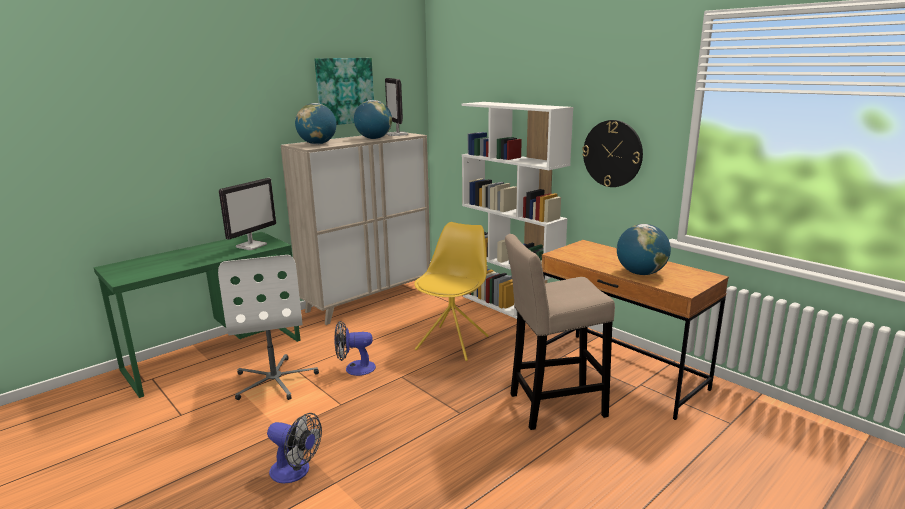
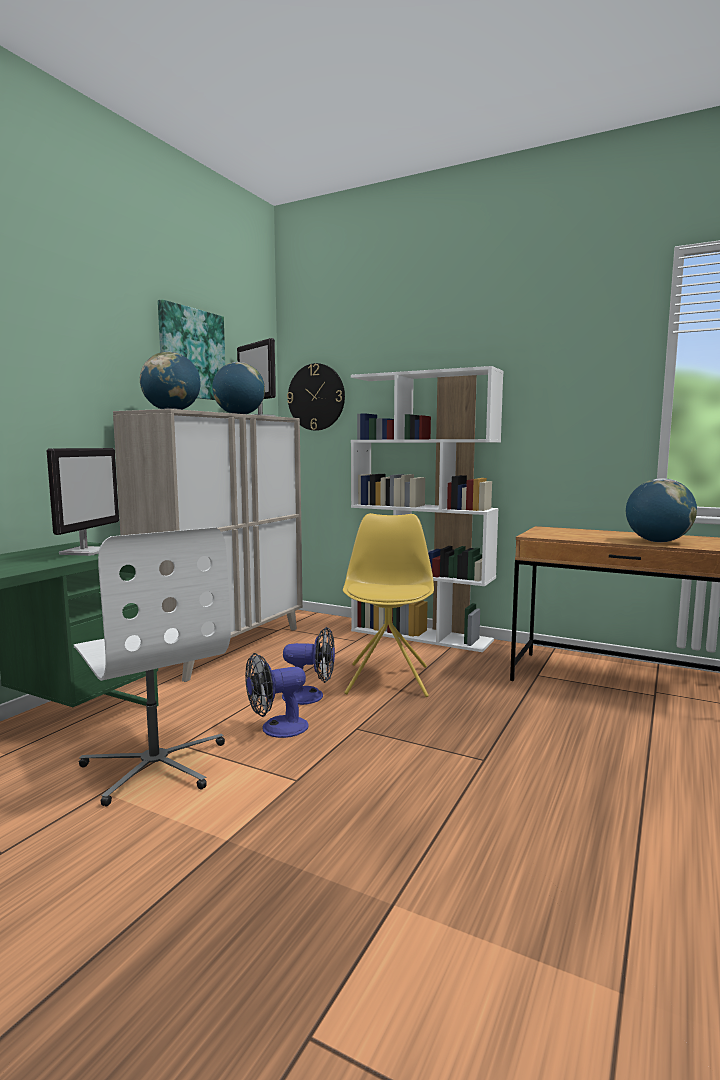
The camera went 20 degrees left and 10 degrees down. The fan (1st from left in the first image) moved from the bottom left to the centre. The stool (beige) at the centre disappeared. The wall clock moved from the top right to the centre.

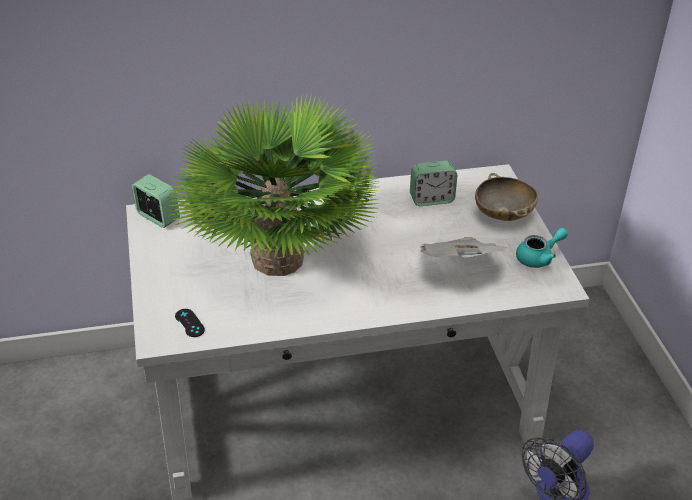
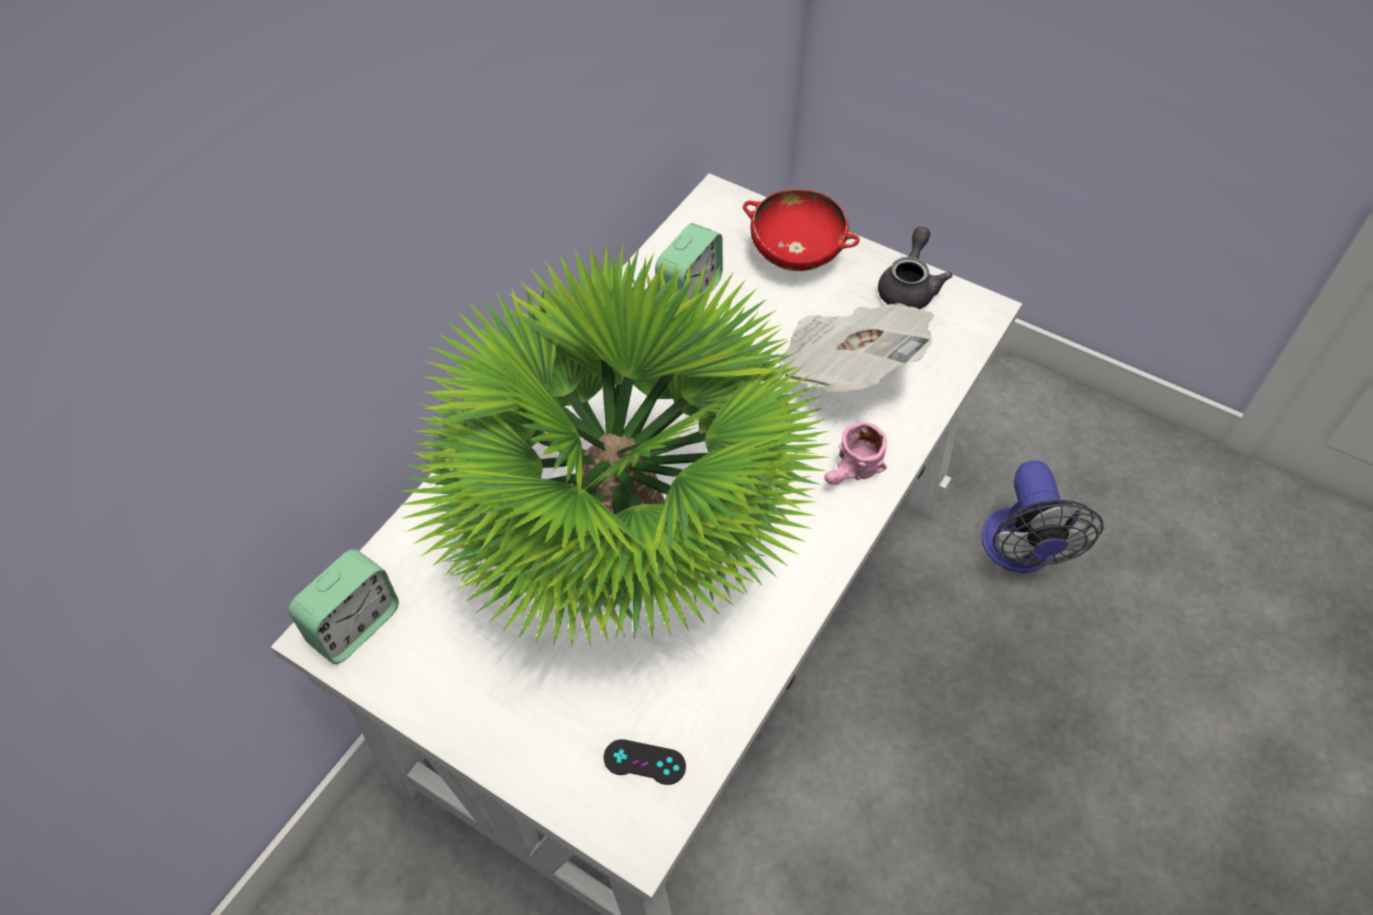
The camera went 45 degrees left and 15 degrees up. The alarm clock (1st from left) at the middle left turned 135 degrees clockwise. The bowl (beige) at the middle right became the bowl (red) at the top centre. The teapot (turquoise) at the middle right became the teapot (grey) at the top centre. The mug (pink) at the centre appeared.

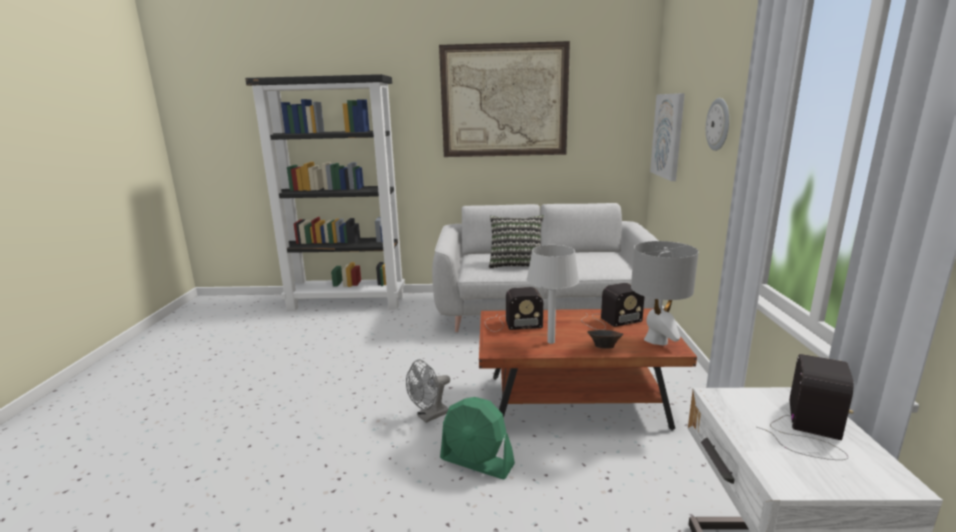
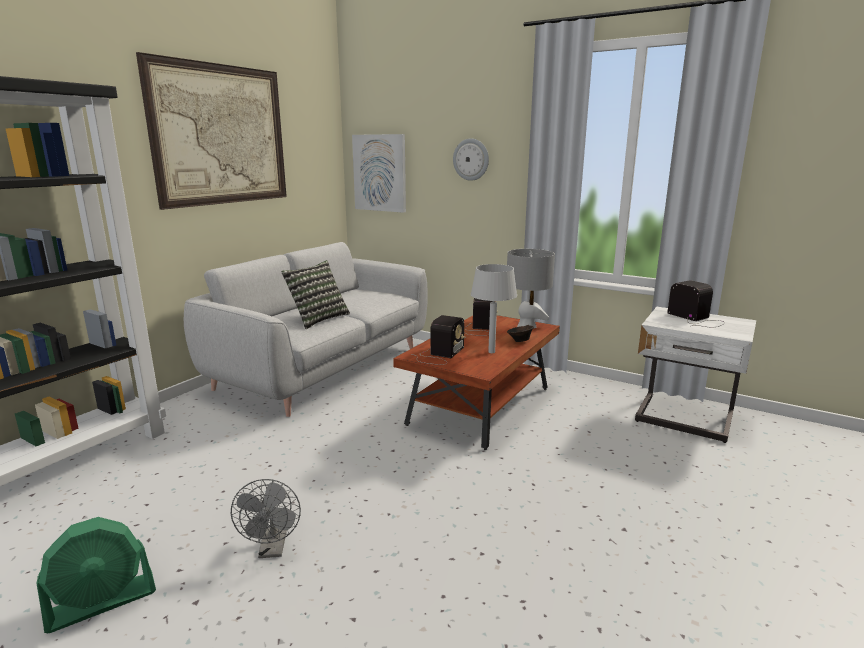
The camera went 60 degrees left and 0 degrees up. The fan (grey) moved from the bottom centre to the bottom left. The fan (green) moved from the bottom centre to the bottom left.

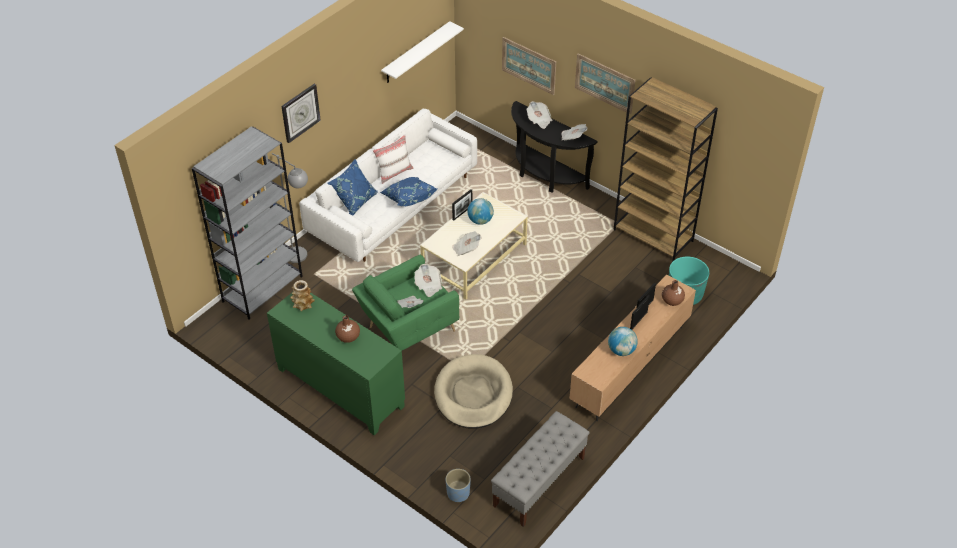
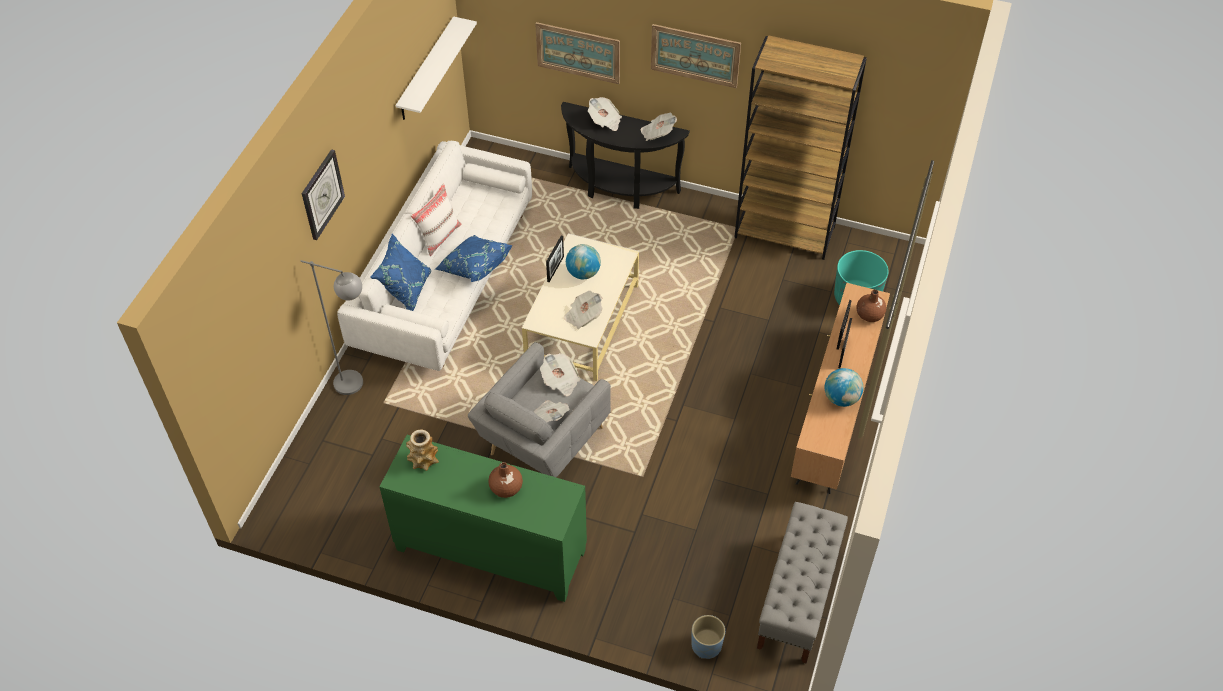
The camera went 20 degrees left and 5 degrees up. The bookcase (grey) at the middle left disappeared. The armchair (green) at the centre became the armchair (grey) at the centre. The dog bed (beige) at the bottom centre disappeared.

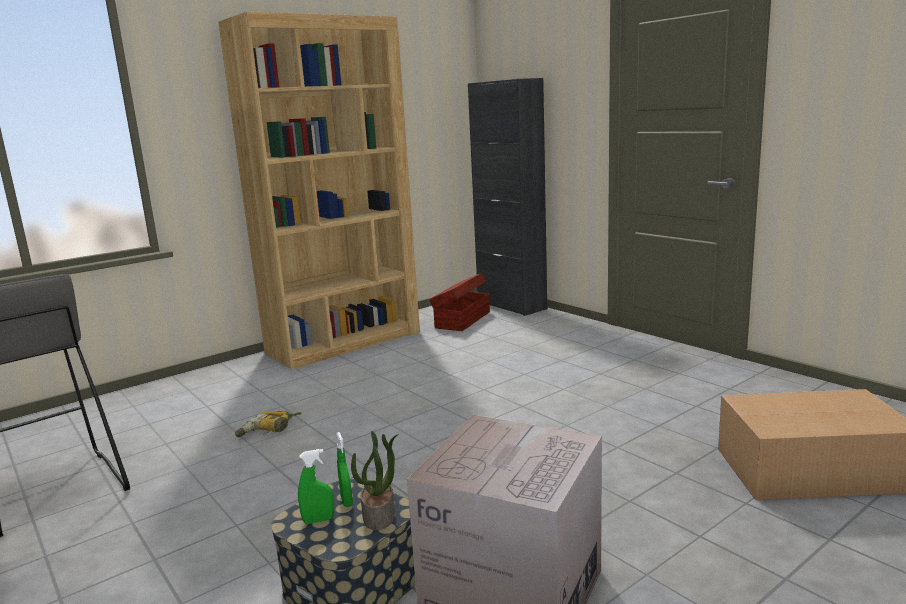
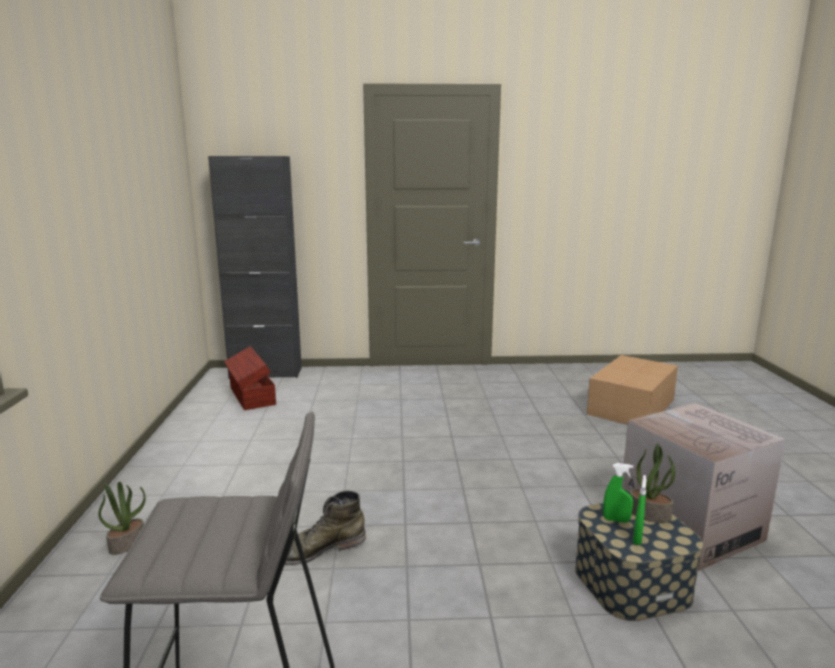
The camera went 55 degrees left and 0 degrees up. The bookcase (brown) at the top centre disappeared. The power drill at the bottom left was replaced by the boot (green) at the bottom centre. The potted plant (1st from left) at the bottom left appeared.

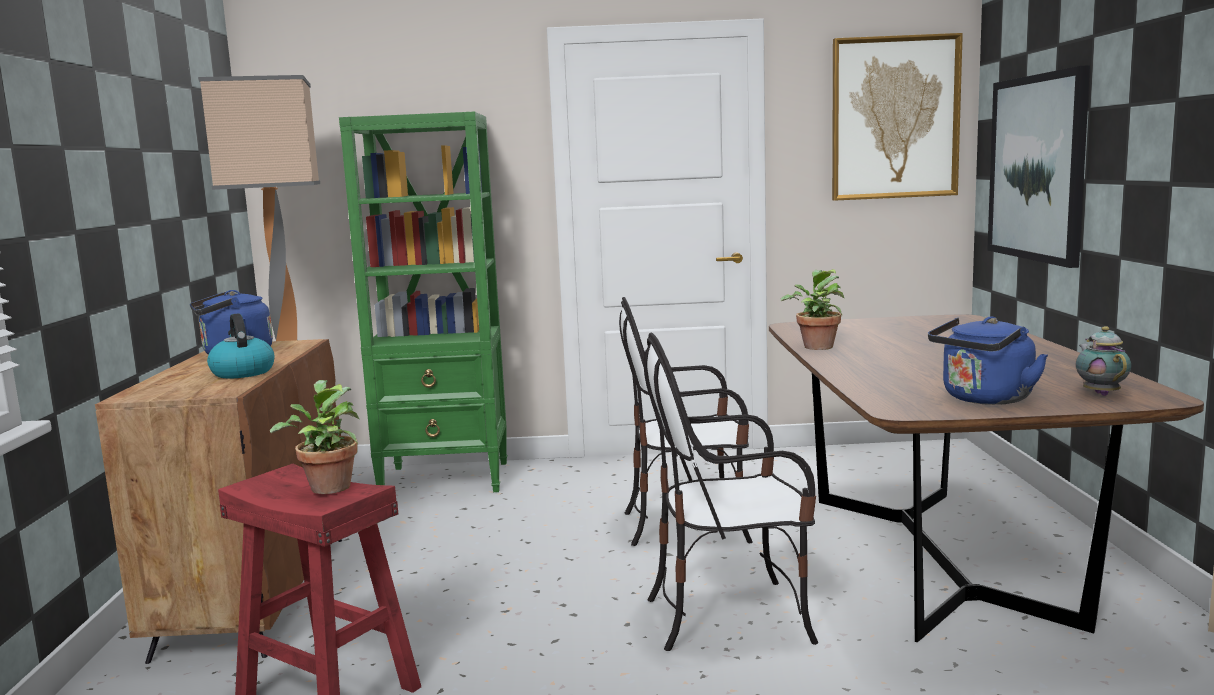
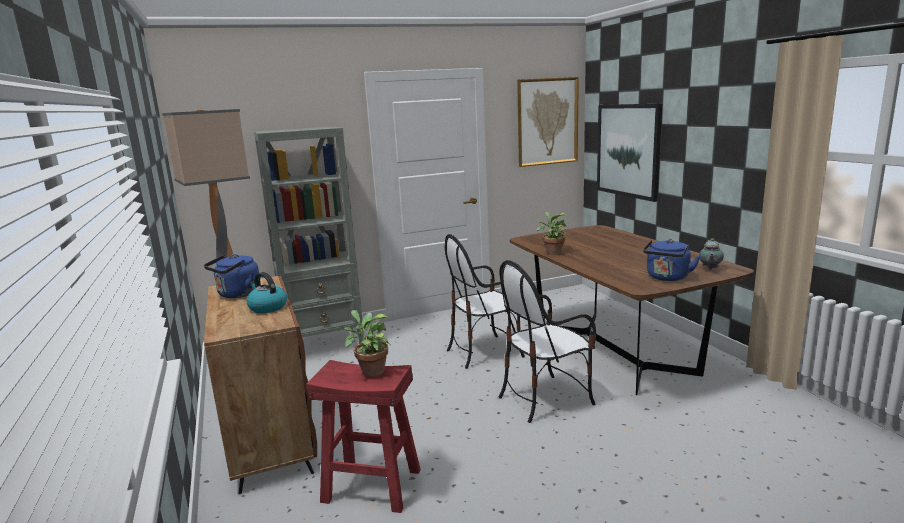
The camera went 20 degrees left and 5 degrees up. The bookcase (green) at the centre became the bookcase (grey) at the centre. The teapot at the middle right turned 135 degrees counterclockwise.

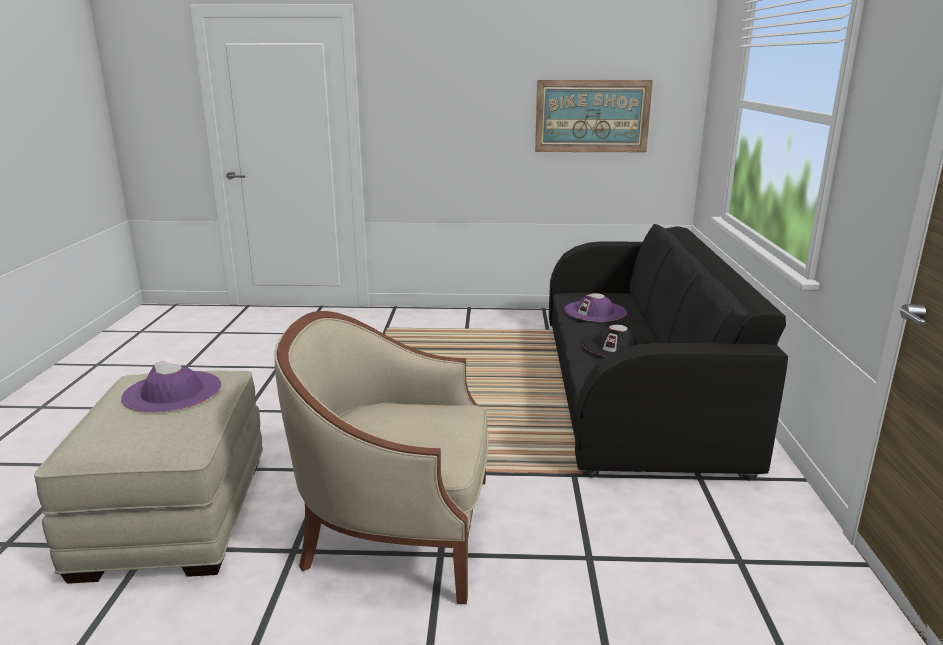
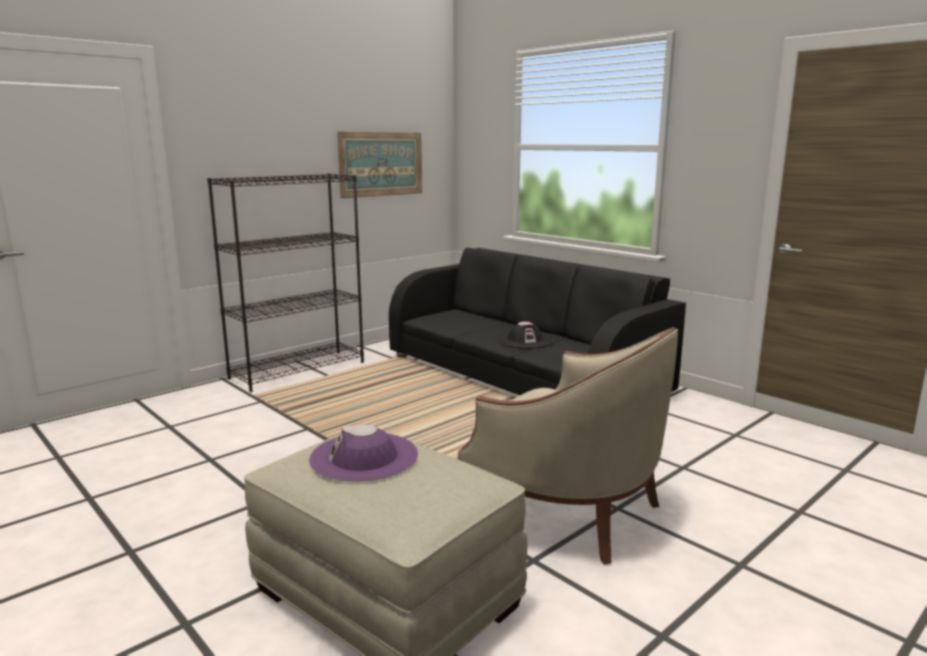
The camera went 45 degrees left and 5 degrees down. The armchair (beige) at the bottom centre turned 105 degrees counterclockwise. The hat (purple) (2nd from left) at the centre disappeared. The bookcase (black) at the middle left appeared.

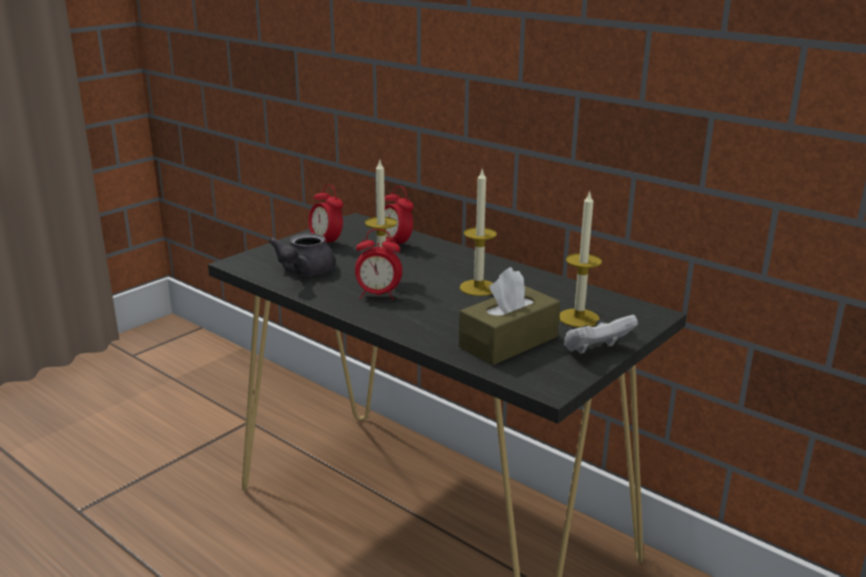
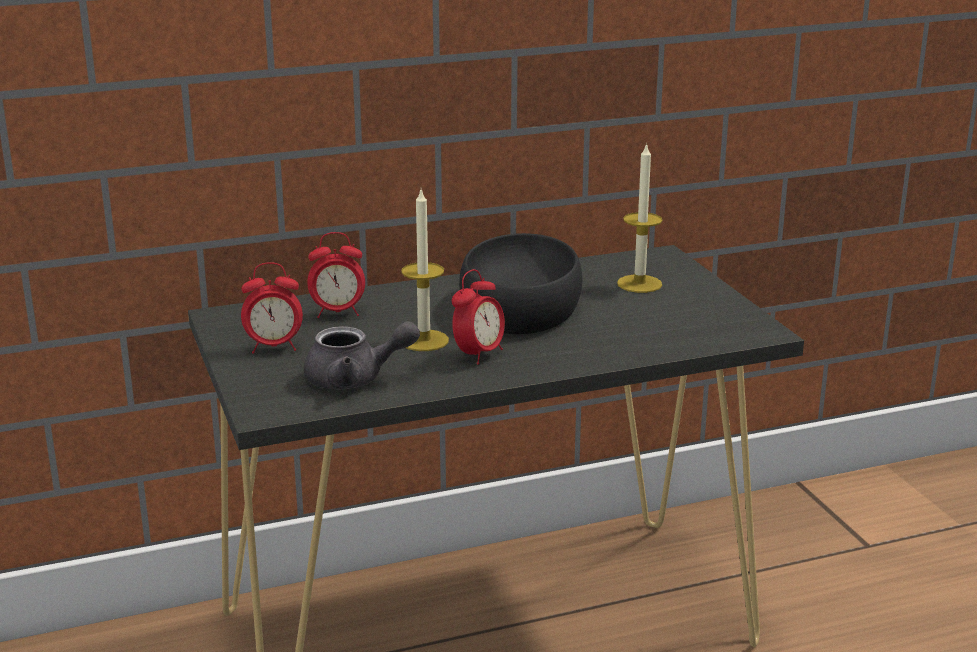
The camera went 60 degrees left and 0 degrees up. The teapot (grey) at the centre turned 45 degrees counterclockwise. The candle (2nd from left) at the centre was replaced by the bowl (black) at the centre. The tissue box (brown) at the centre disappeared. The game controller (white) at the middle right disappeared.

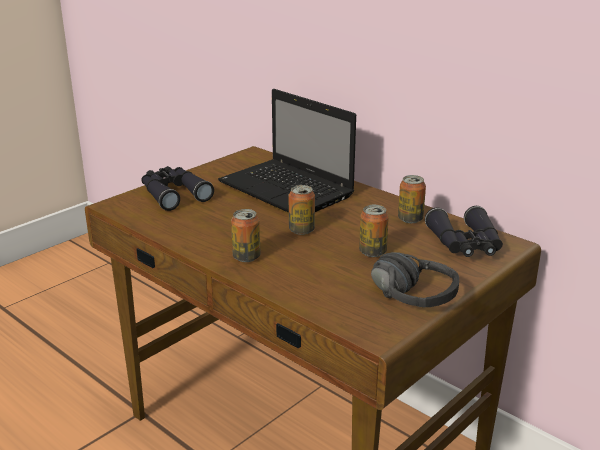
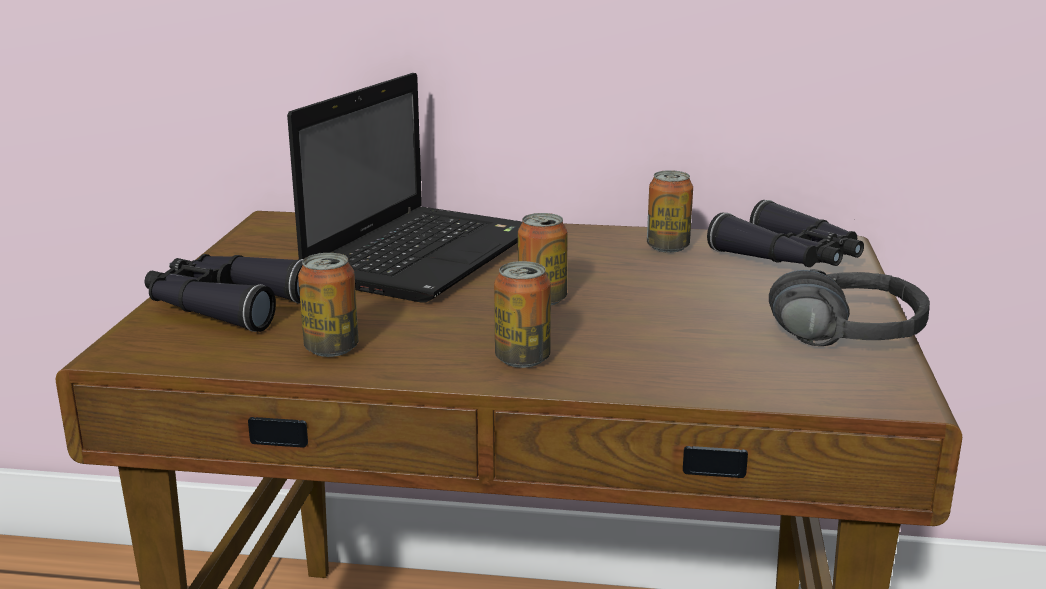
The camera went 35 degrees left and 5 degrees down. The laptop at the centre turned 75 degrees counterclockwise. The can (3rd from left in the first image) moved from the centre to the middle left.

